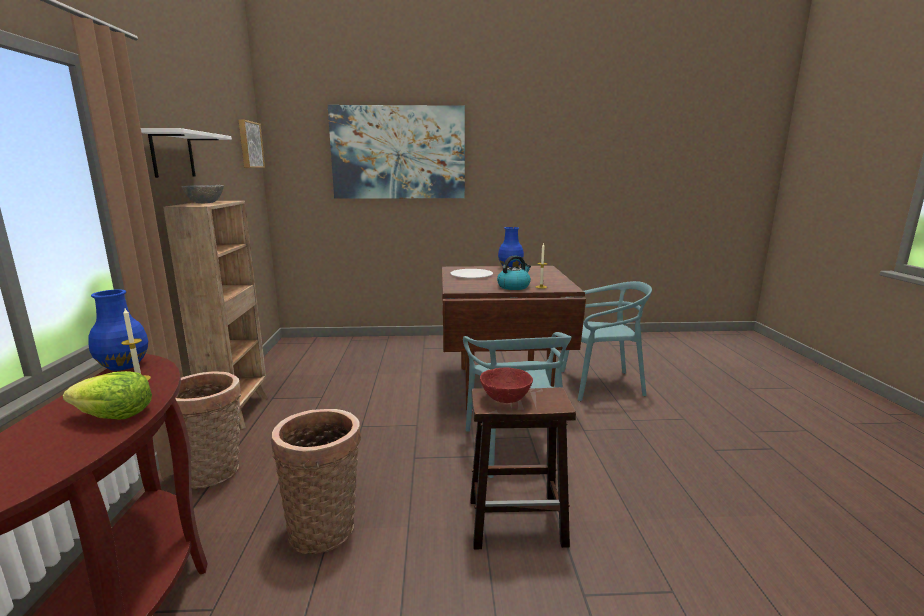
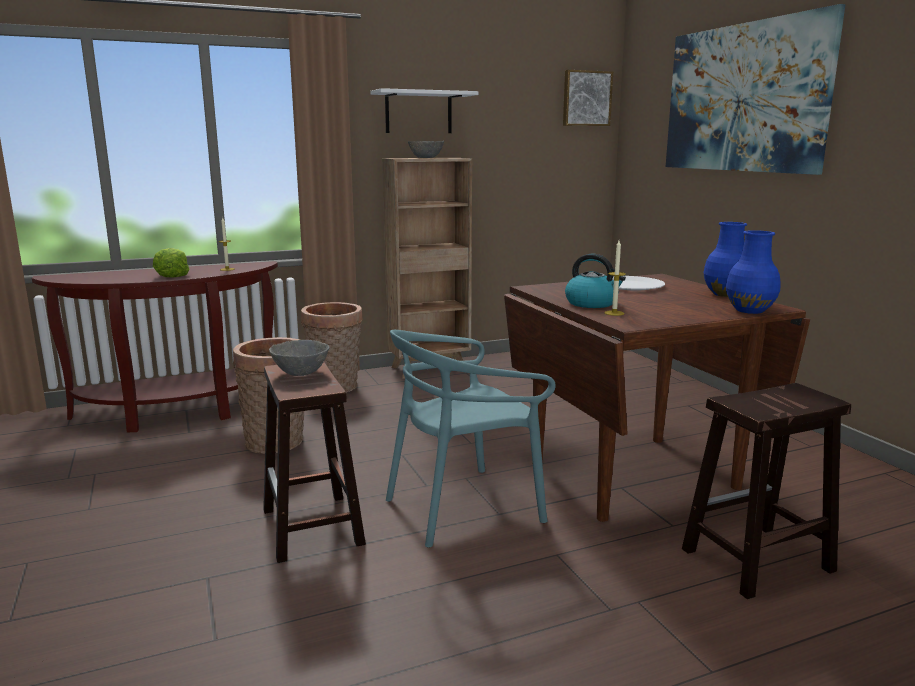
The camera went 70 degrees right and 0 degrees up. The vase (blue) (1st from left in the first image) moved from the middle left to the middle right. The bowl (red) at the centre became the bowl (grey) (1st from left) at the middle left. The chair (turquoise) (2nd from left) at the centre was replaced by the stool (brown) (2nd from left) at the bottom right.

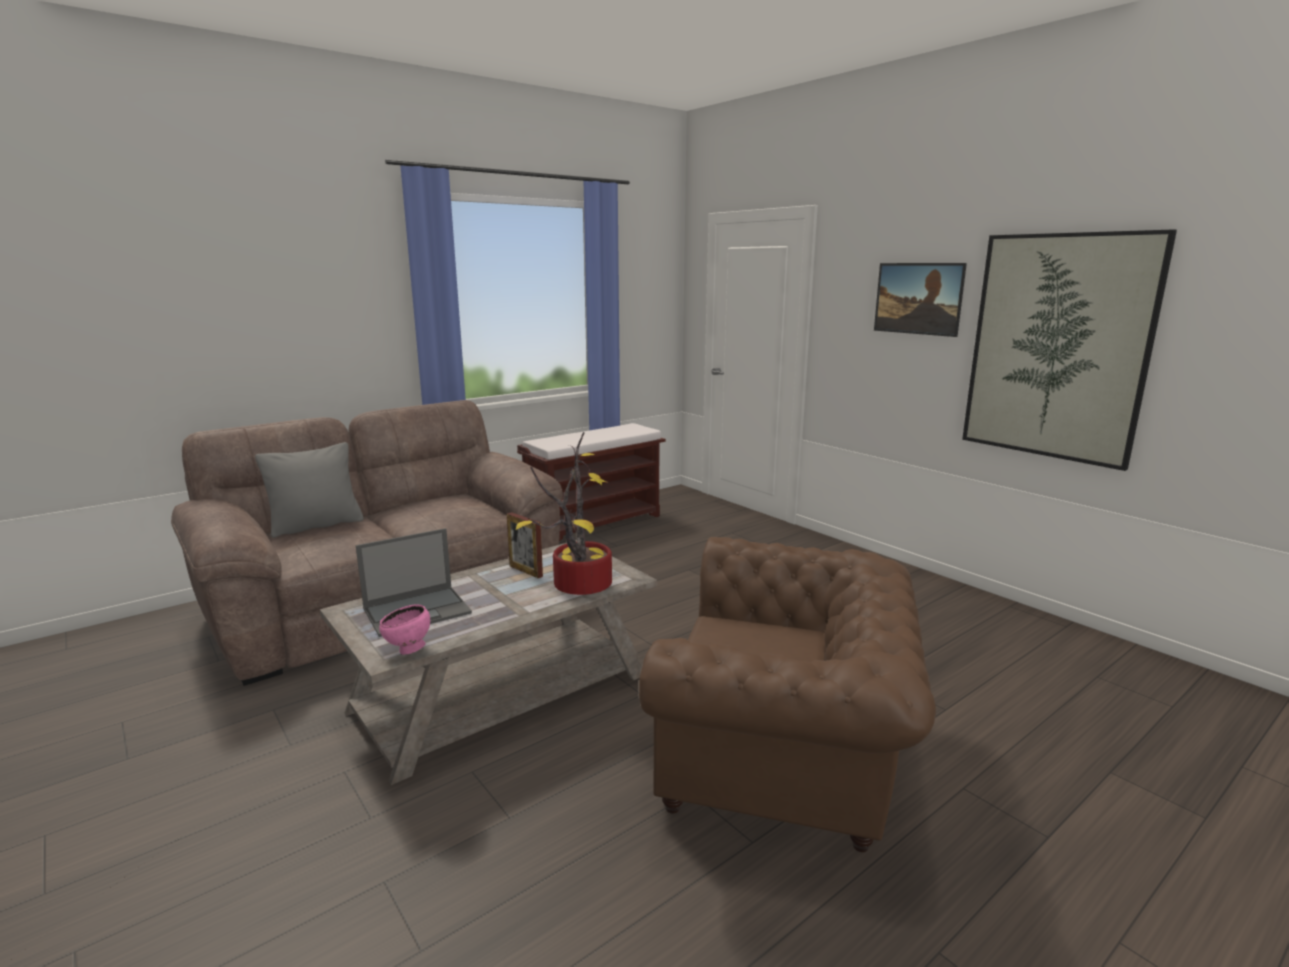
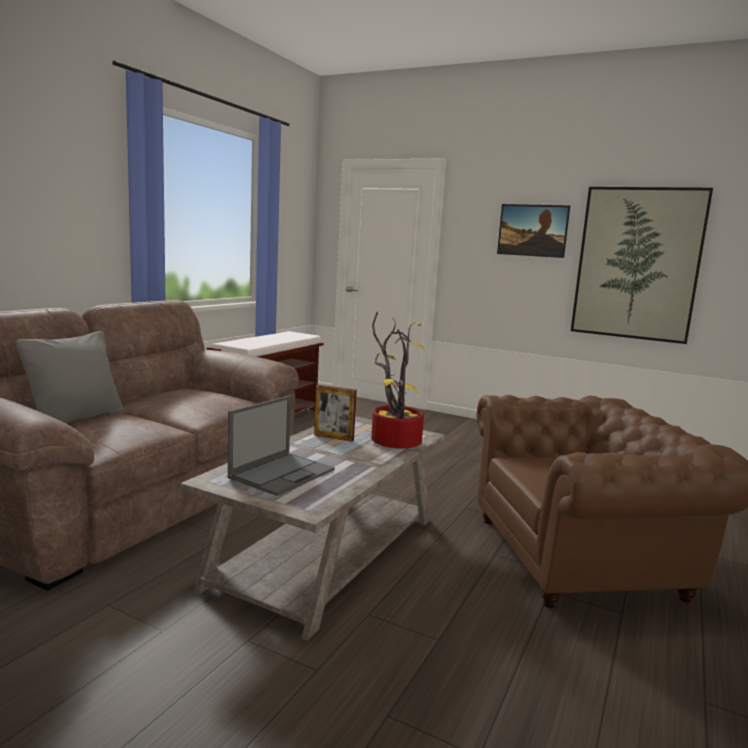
The camera went 25 degrees left and 5 degrees down. The bowl (pink) at the middle left disappeared.

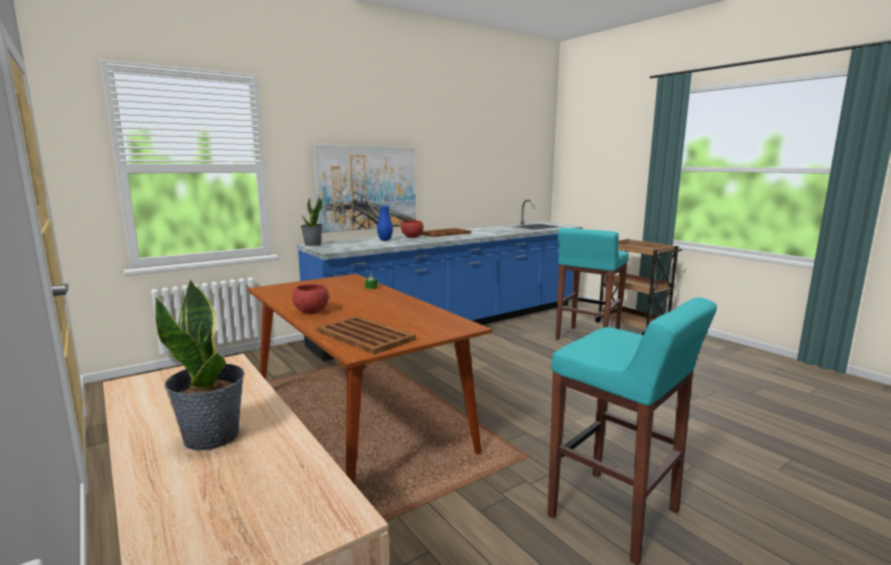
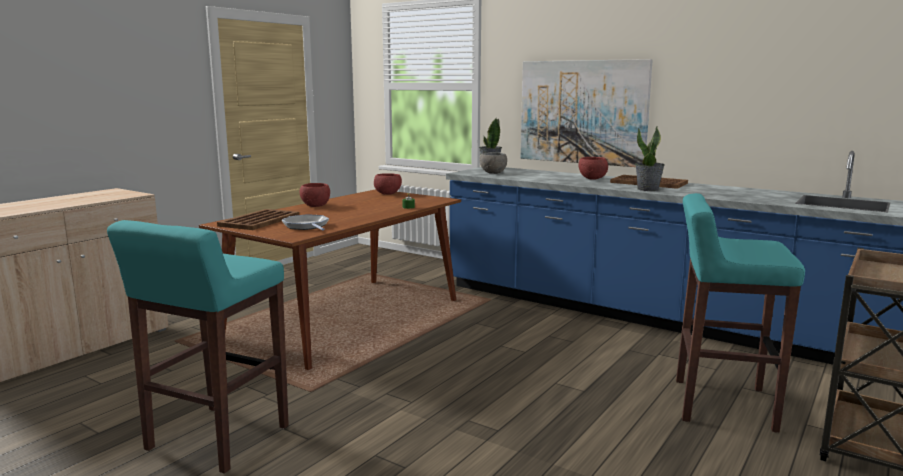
The camera went 70 degrees right and 0 degrees up. The potted plant (1st from left in the first image) moved from the middle left to the middle right. The vase (blue) at the centre disappeared. The frying pan at the centre appeared. The bowl (red) (2nd from left) at the centre appeared. The bowl (grey) at the centre appeared.

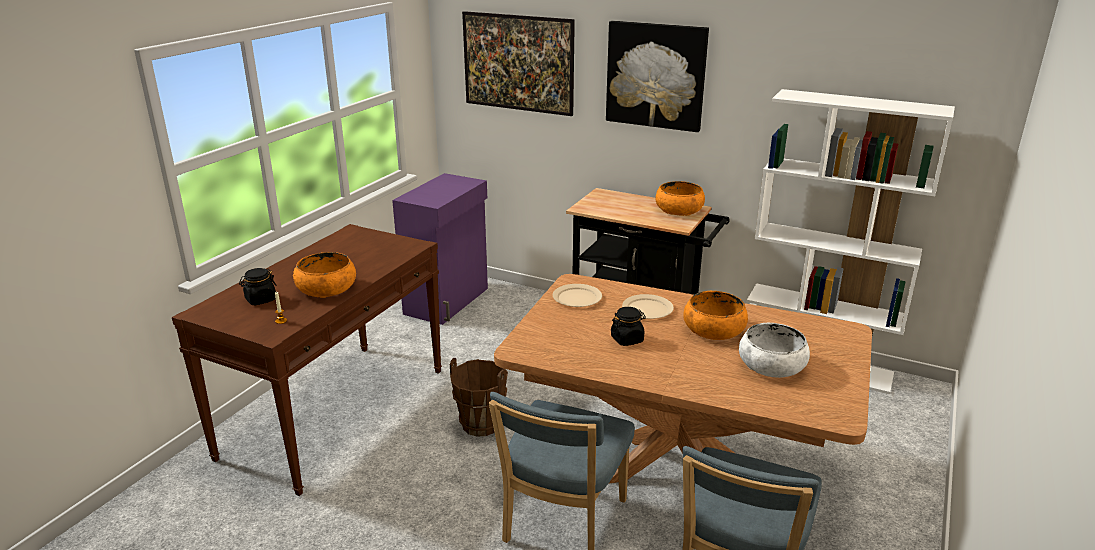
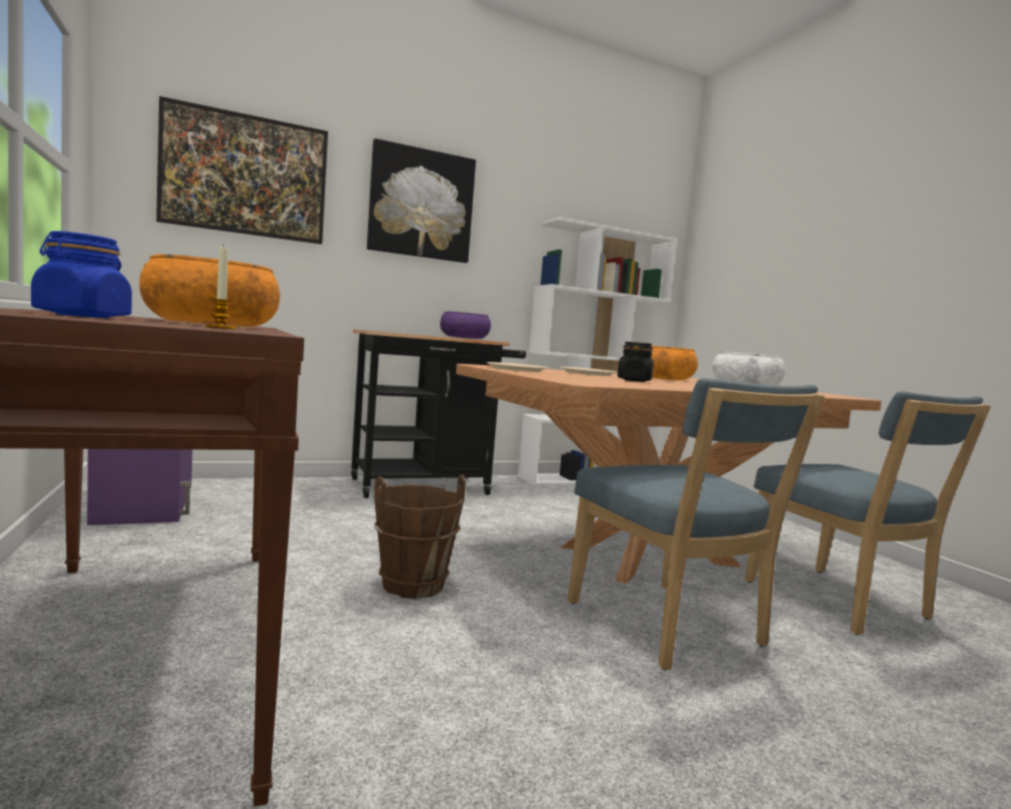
The camera went 50 degrees left and 20 degrees down. The jar (black) (1st from left) at the middle left became the jar (blue) at the middle left. The bowl (orange) (2nd from left) at the centre became the bowl (purple) at the centre.

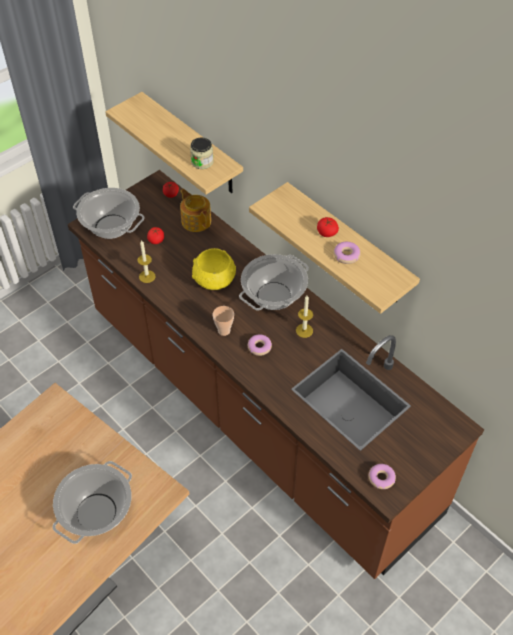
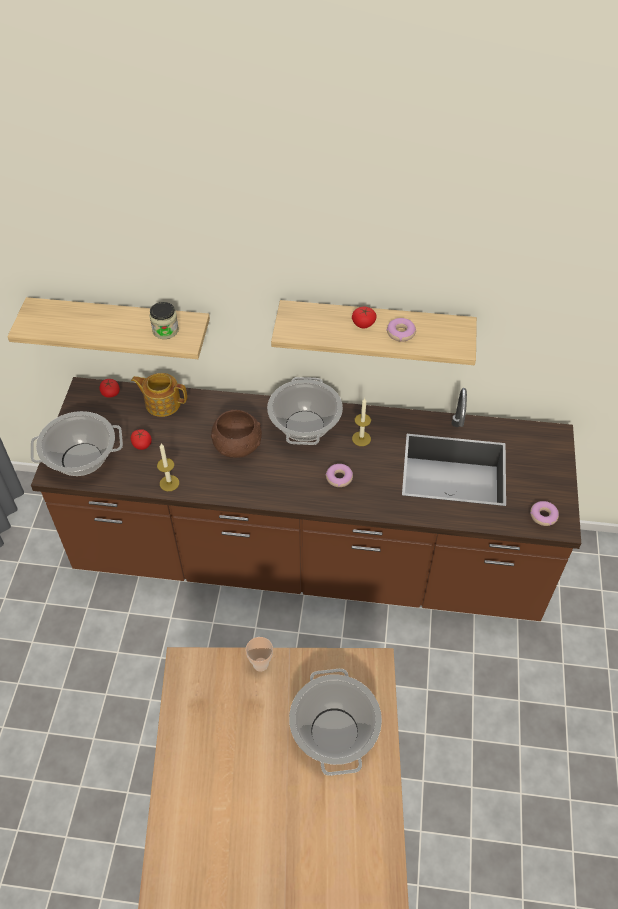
The camera went 40 degrees left and 0 degrees up. The bowl (yellow) at the centre became the bowl (brown) at the centre. The cup moved from the centre to the bottom centre.

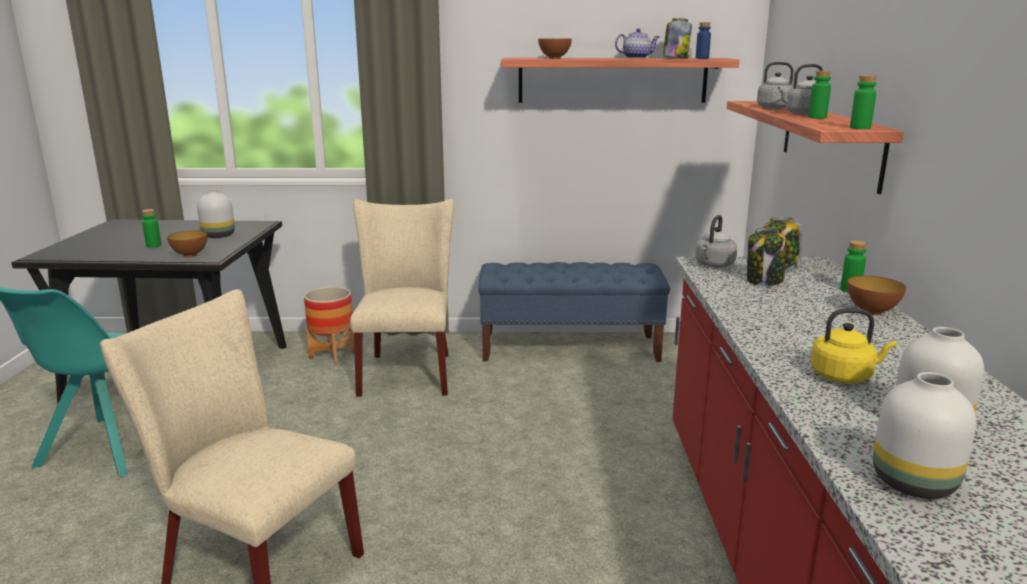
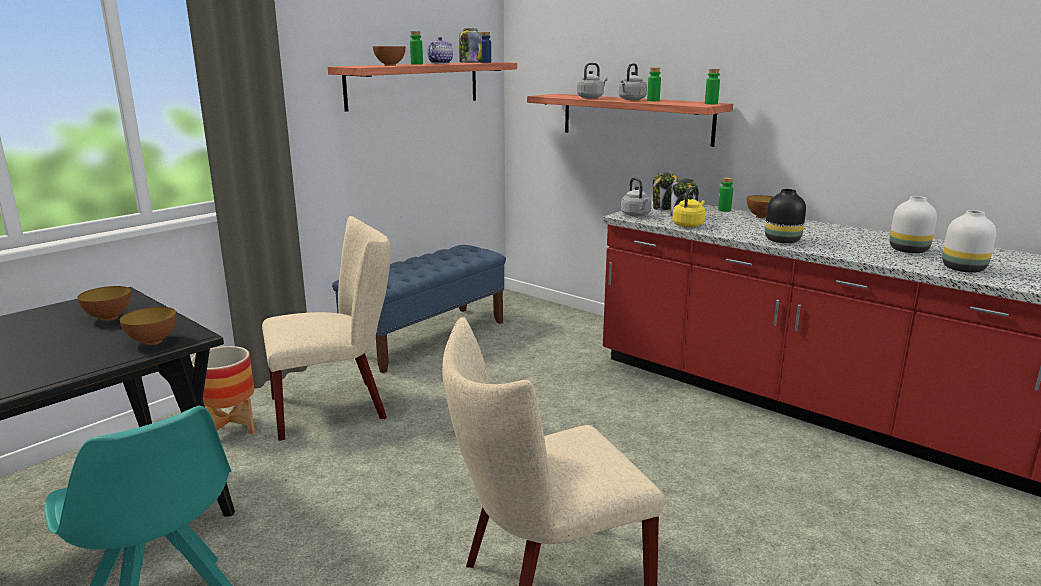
The camera went 50 degrees left and 0 degrees up. The bottle (green) (1st from left) moved from the middle left to the top centre. The vase (white) (1st from left) at the middle left was replaced by the bowl (1st from left) at the middle left. The chair (beige) (2nd from left in the first image) at the centre turned 120 degrees clockwise. The kettle (yellow) moved from the middle right to the centre. The vase (black) at the middle right appeared.

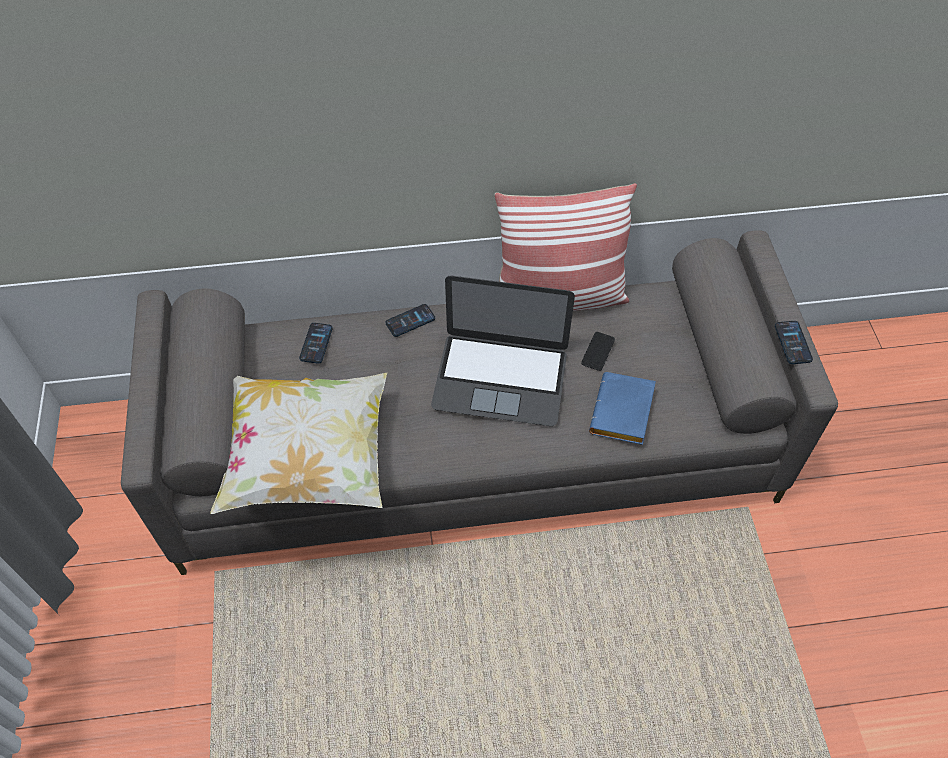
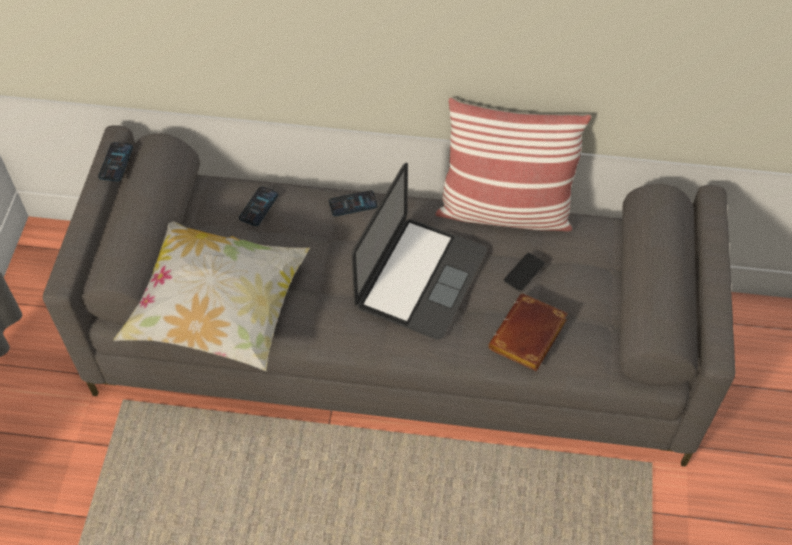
The camera went 15 degrees right and 0 degrees up. The laptop at the centre turned 90 degrees counterclockwise. The book (blue) at the centre became the book (brown) at the middle right. The phone (4th from left in the first image) moved from the middle right to the top left.

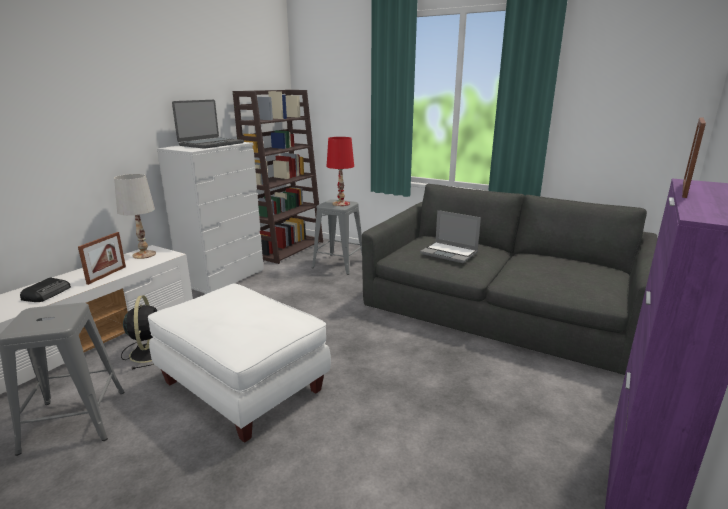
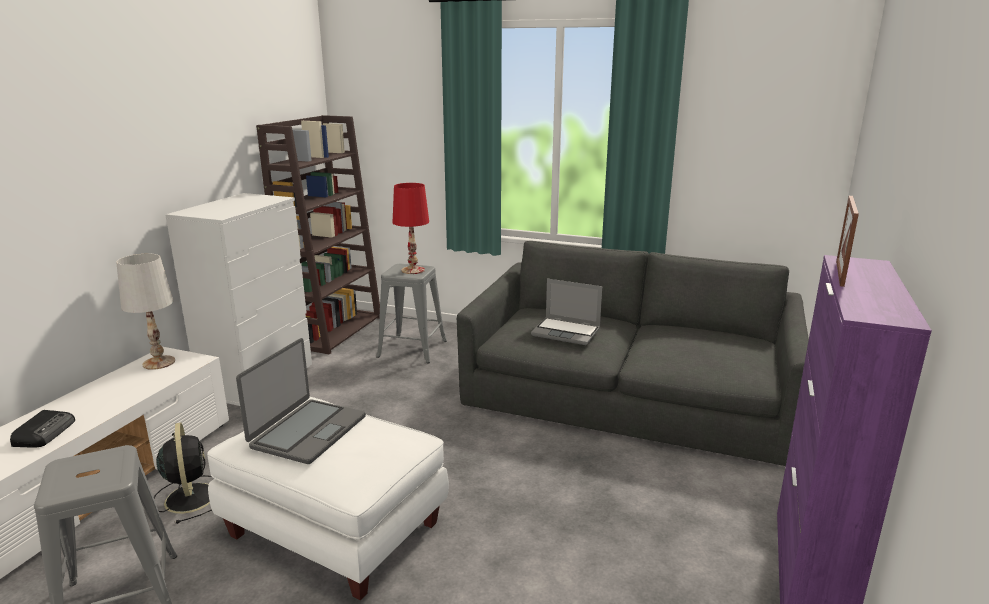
The camera went 10 degrees left and 0 degrees up. The picture frame (1st from left) at the middle left disappeared. The laptop (1st from left) moved from the top left to the middle left.

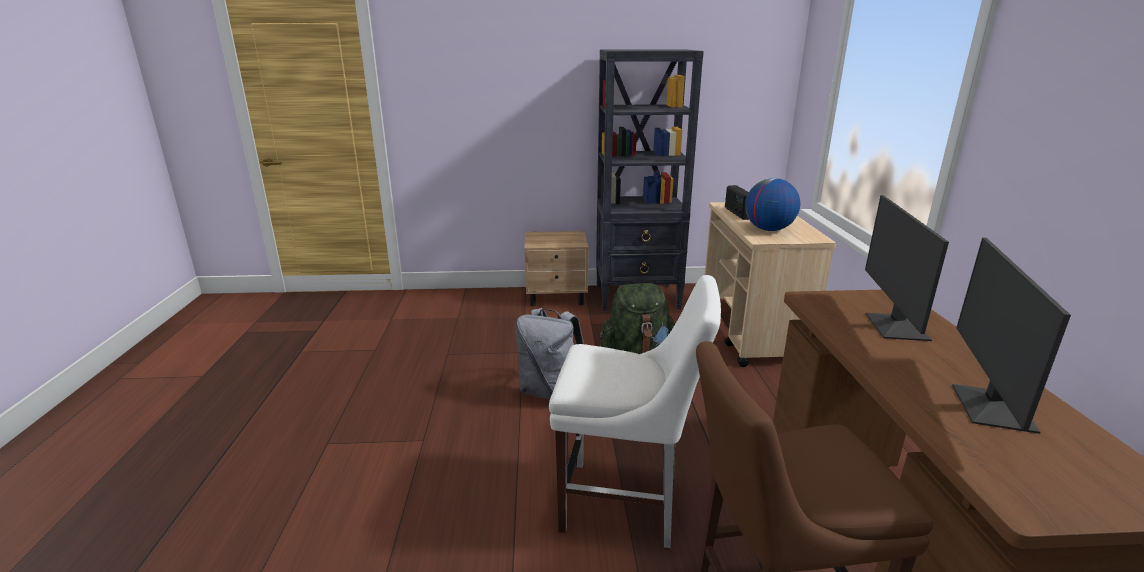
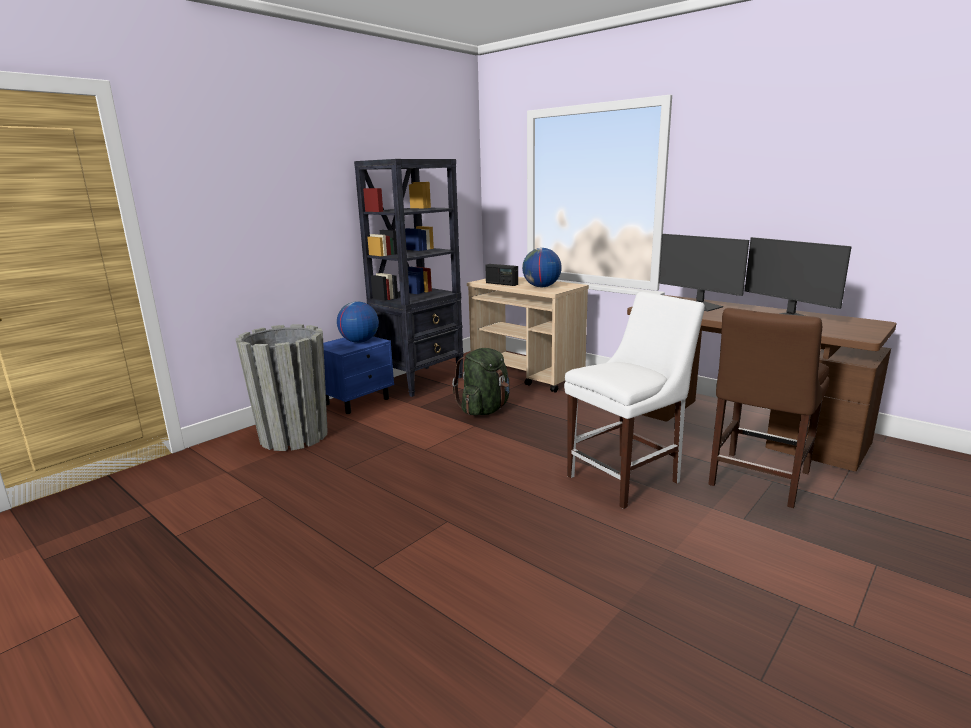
The camera went 45 degrees left and 5 degrees down. The backpack (grey) at the centre disappeared. The nightstand (beige) at the centre became the nightstand (blue) at the centre. The planter (grey) at the middle left appeared. The globe (1st from left) at the centre appeared.

